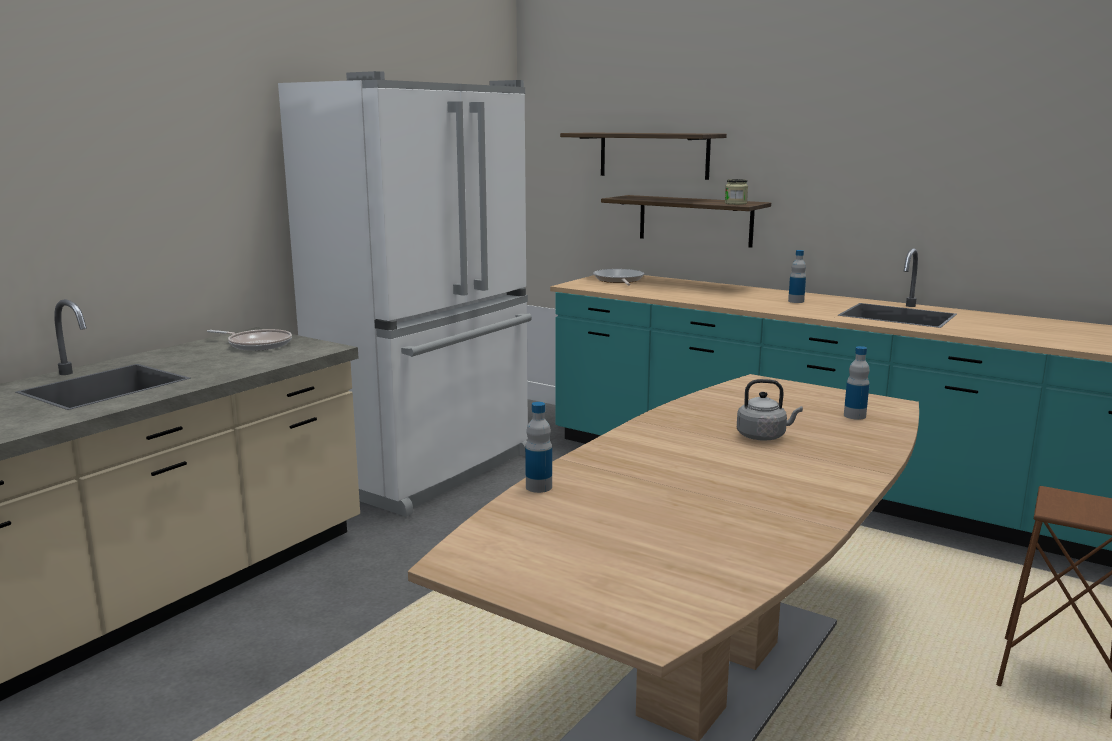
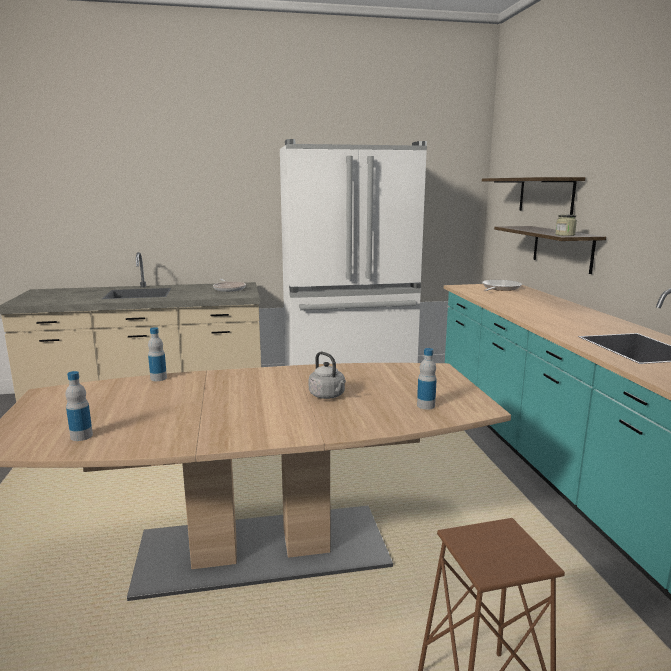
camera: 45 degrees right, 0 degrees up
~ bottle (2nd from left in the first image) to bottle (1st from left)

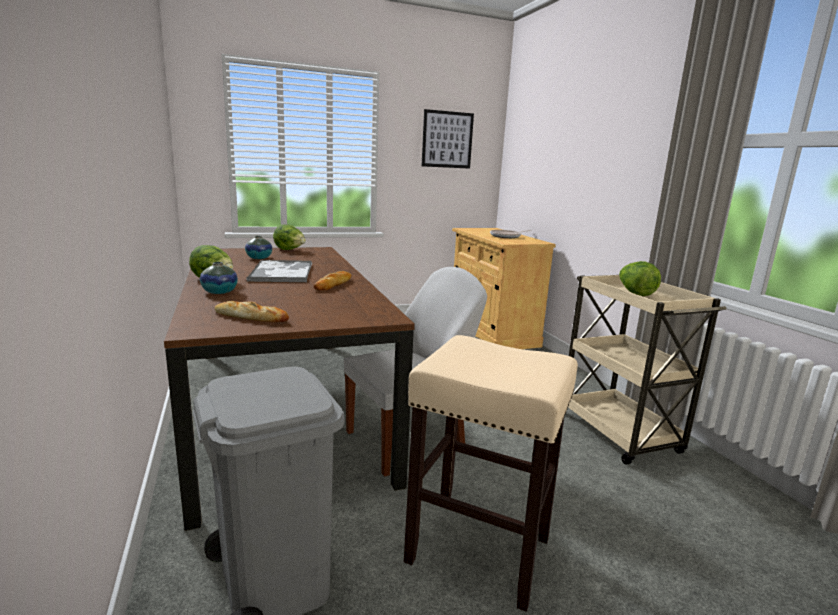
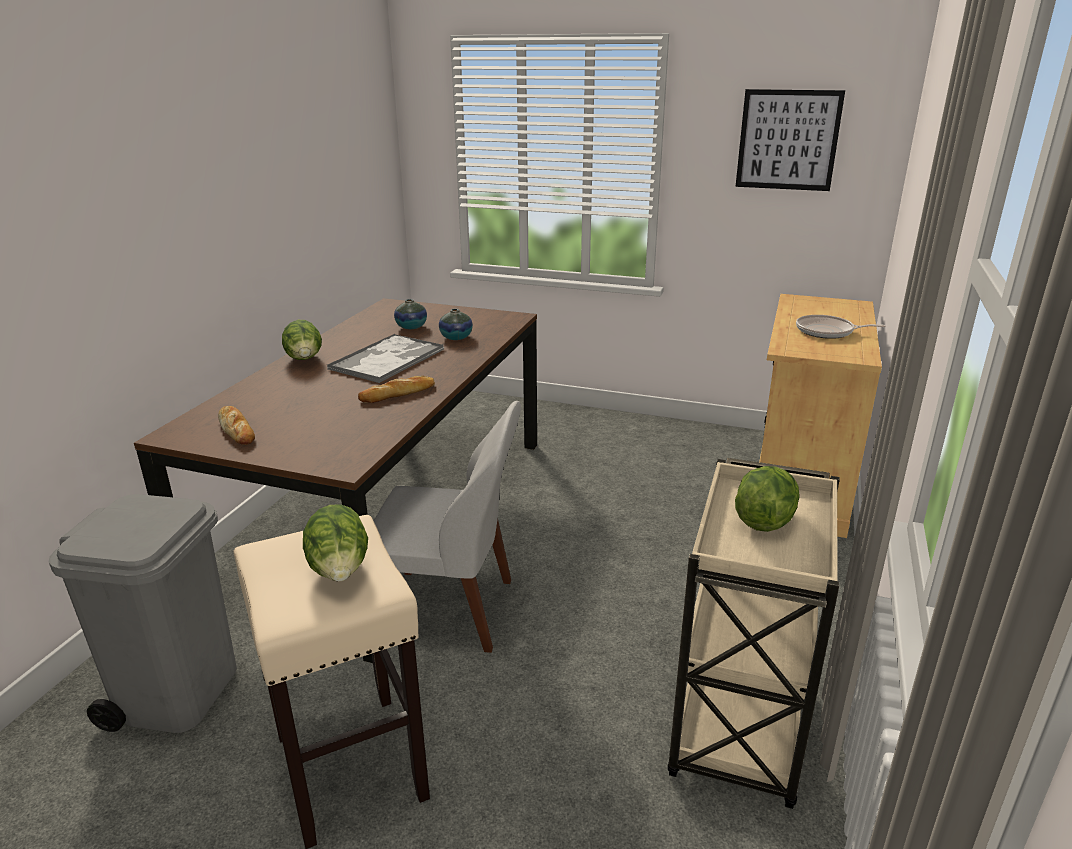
camera: 40 degrees right, 10 degrees up
~ lettuce head (2nd from left)
~ vase (1st from left in the first image) to vase (2nd from left)

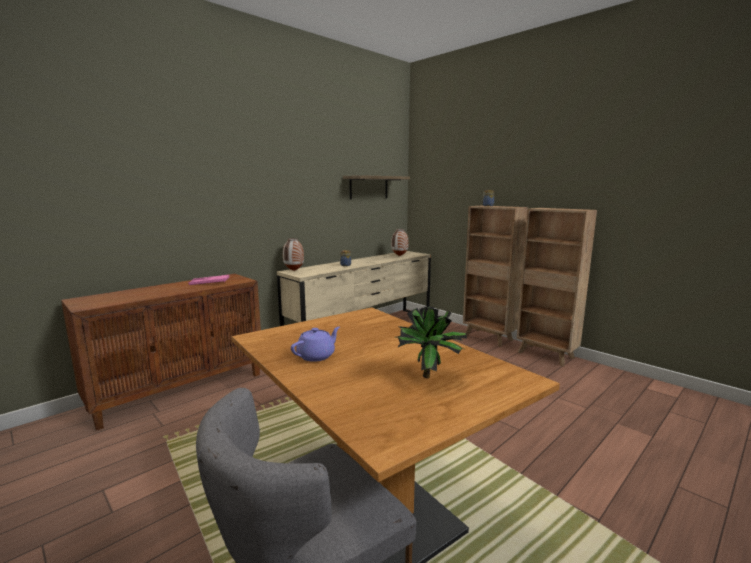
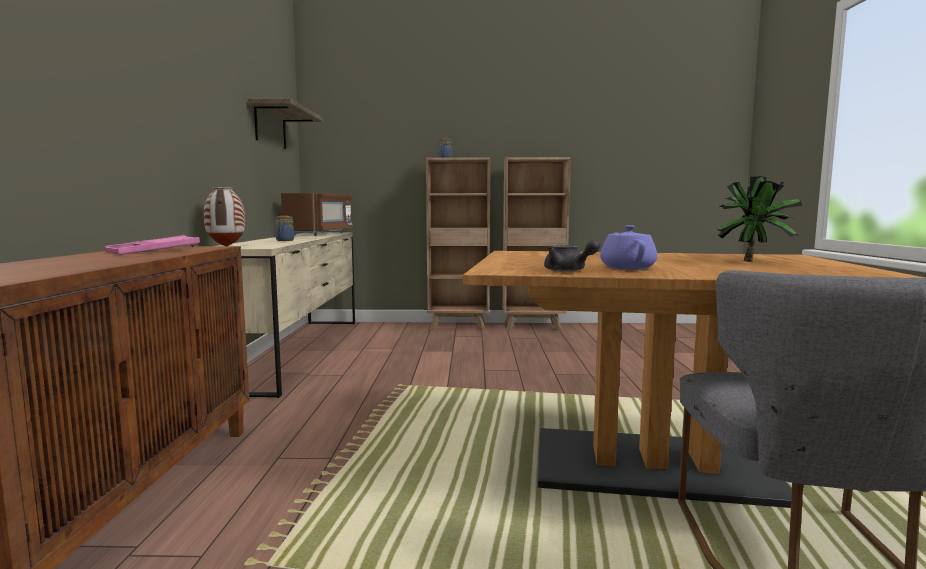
camera: 45 degrees left, 5 degrees down
~ vase (2nd from left) to kitchen microwave in brownish
+ teapot in gray

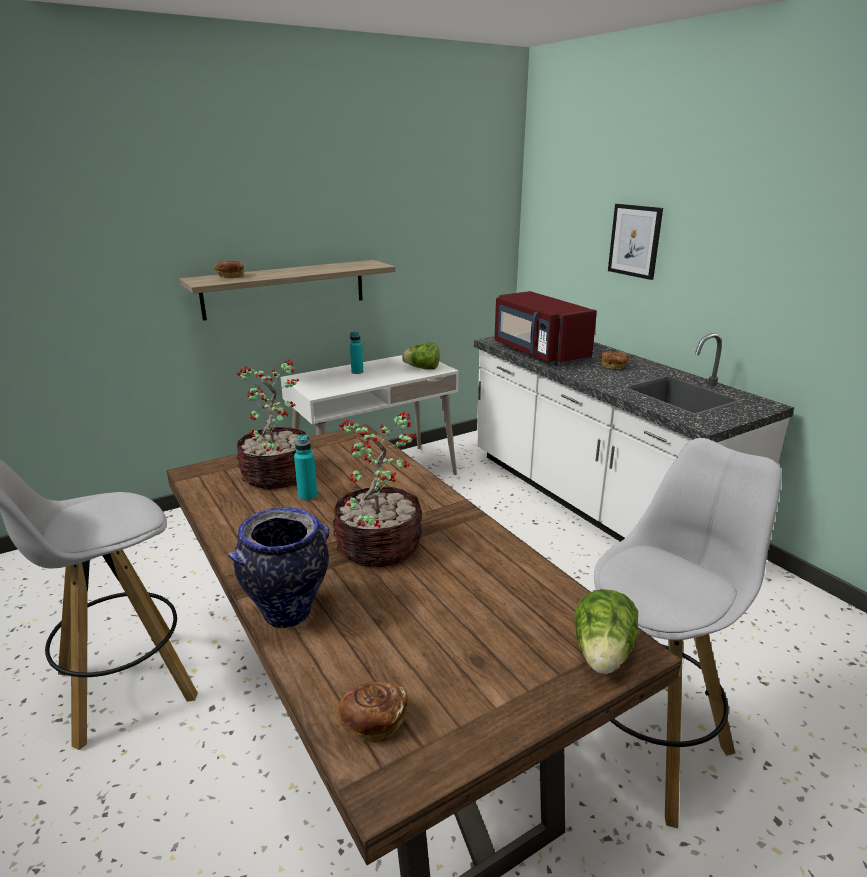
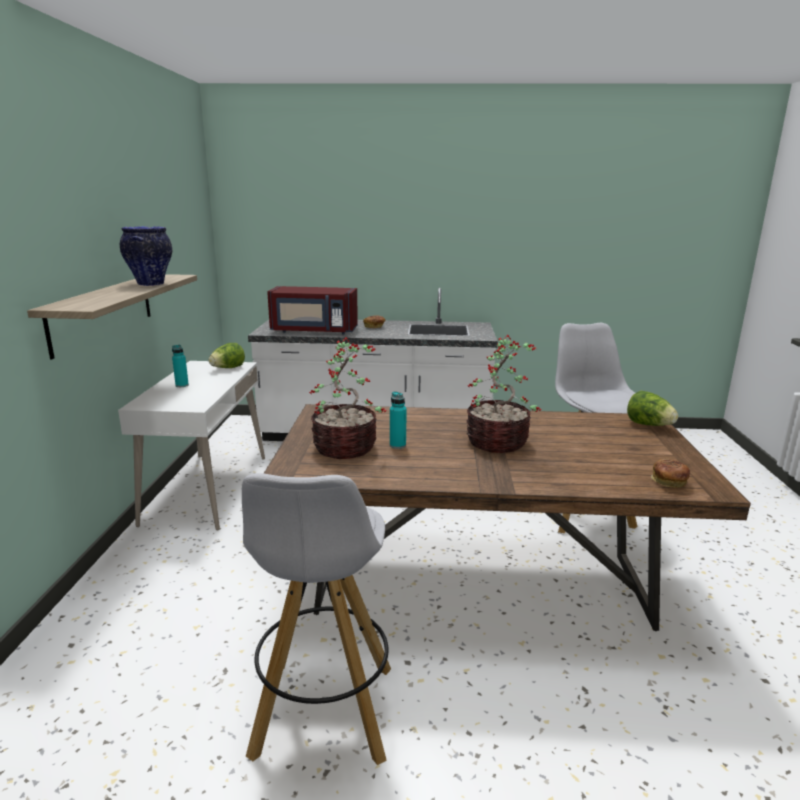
camera: 55 degrees left, 5 degrees down
~ vase
- bread (1st from left)
- picture

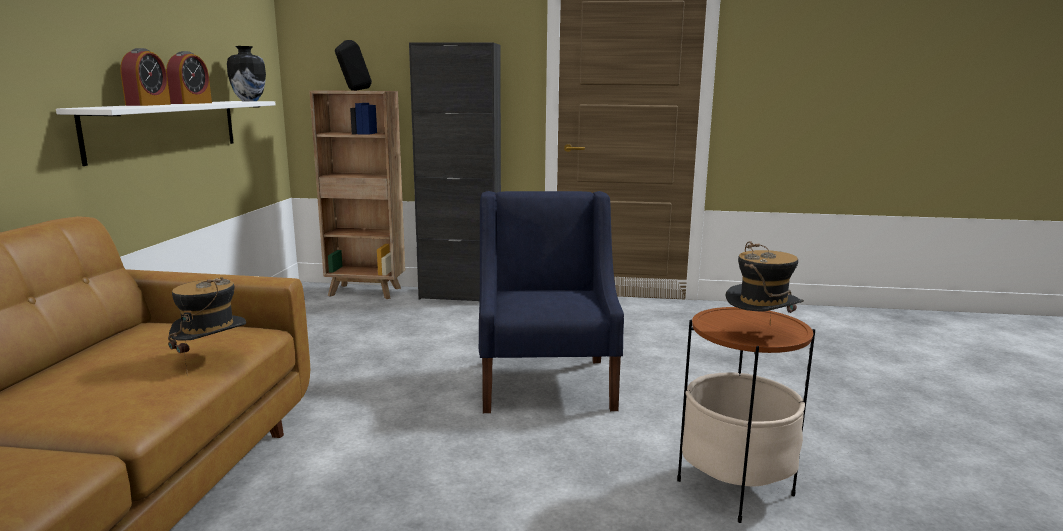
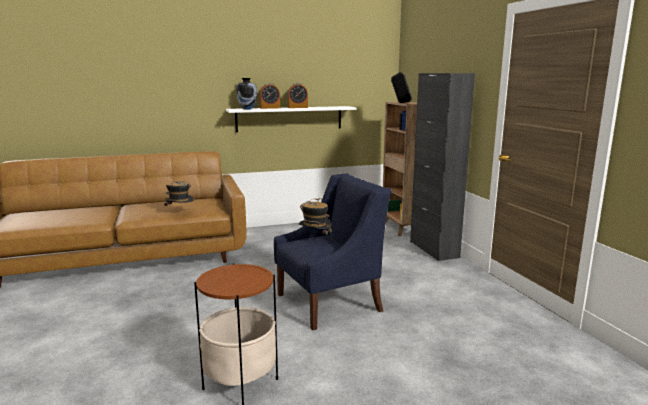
camera: 65 degrees right, 0 degrees up
~ vase
~ clothing hat (2nd from left)

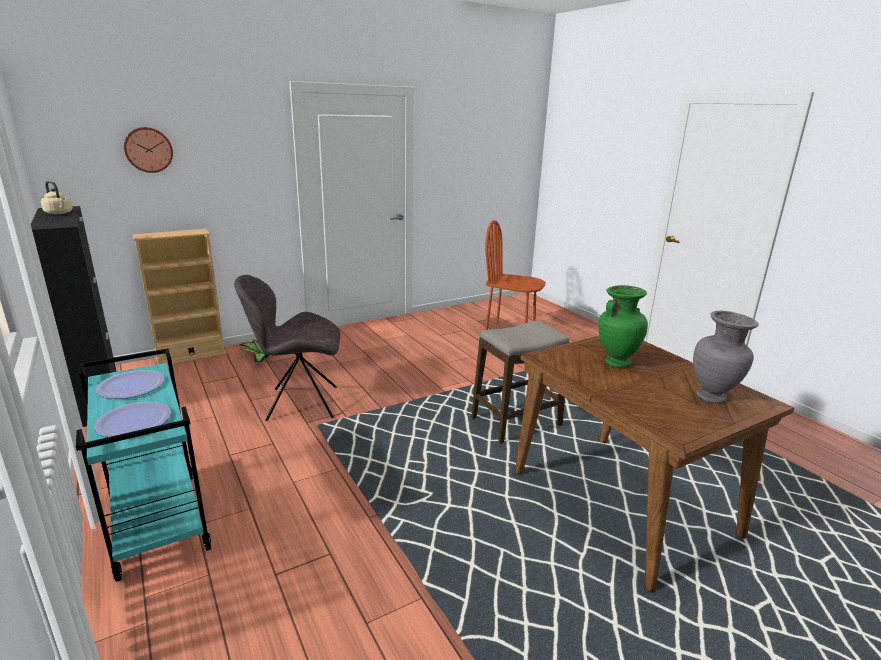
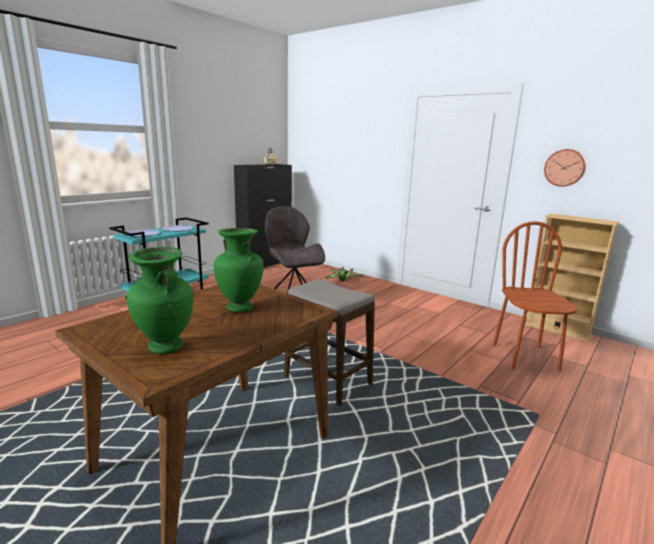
camera: 70 degrees right, 5 degrees down
~ vase in gray to vase in green (1st from left)
~ bookcase in beige-coloured
~ hanging clock

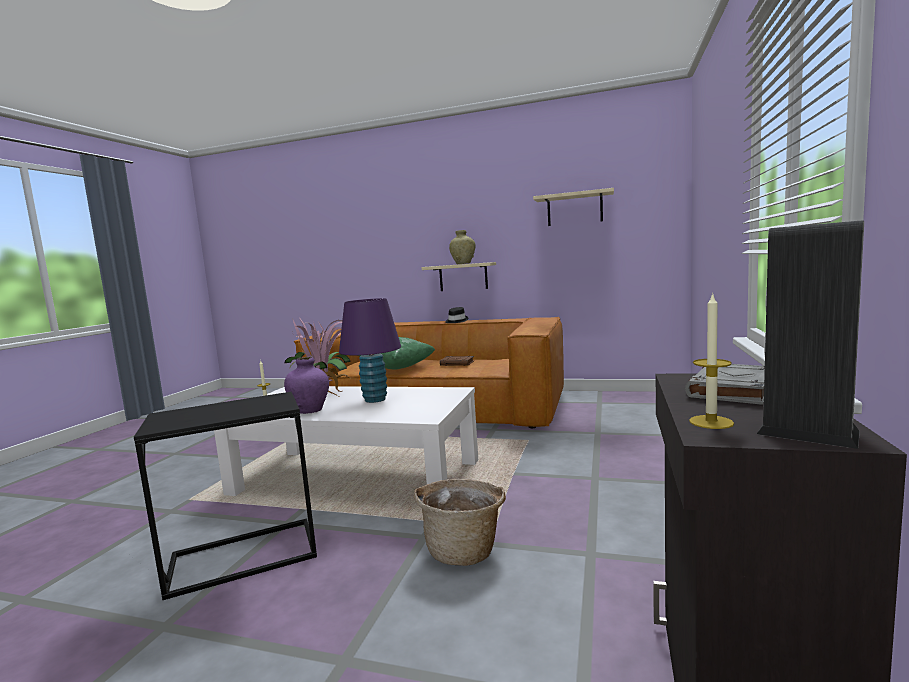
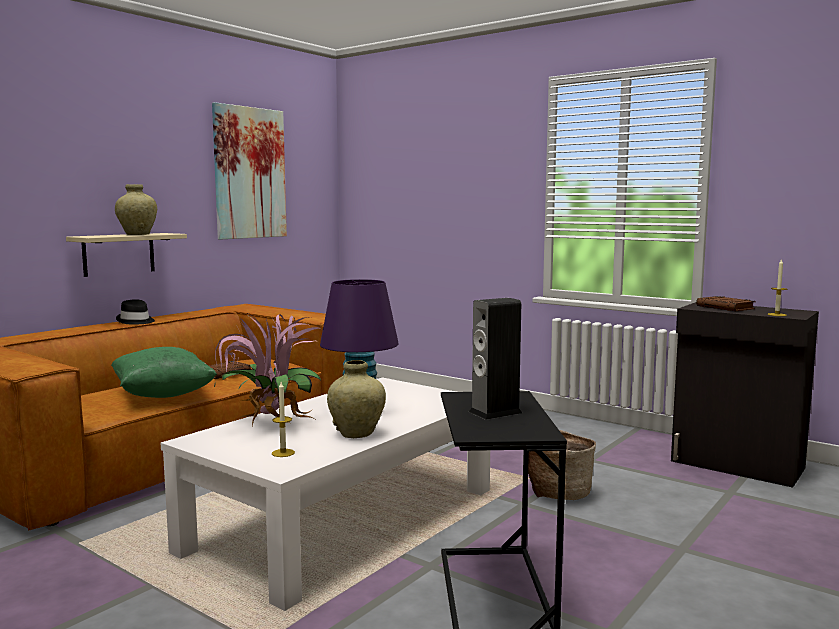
camera: 70 degrees left, 0 degrees up
~ shelf in beige-coloured (2nd from left) to picture
~ vase in purplish to vase in beige-coloured (2nd from left)
~ speaker
~ book in gray to book in brownish (2nd from left)

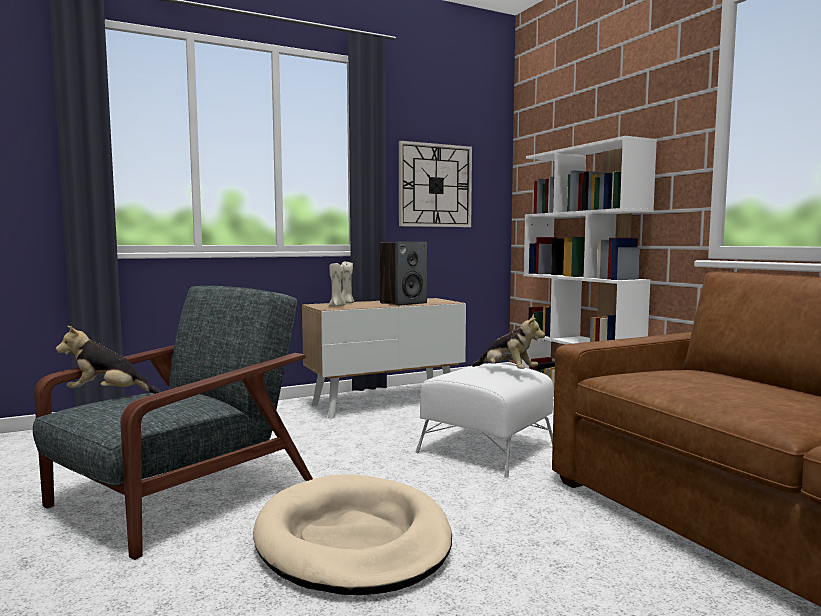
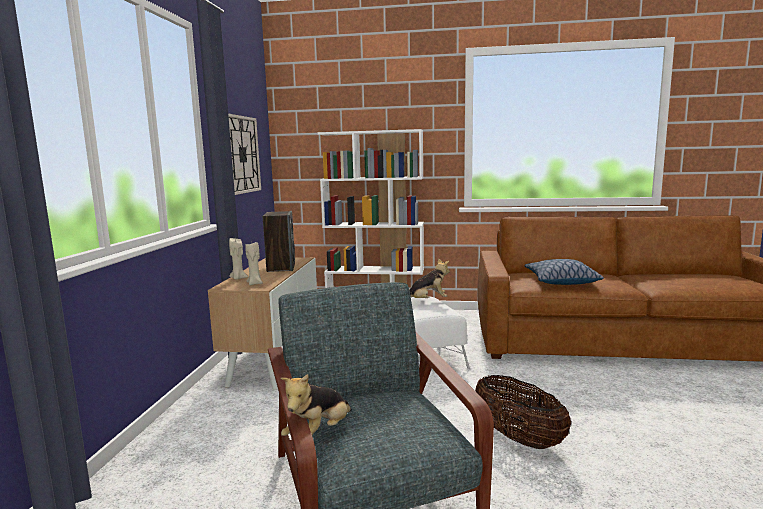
camera: 55 degrees left, 5 degrees up
~ dog bed in beige-coloured to storage basket
+ pillow

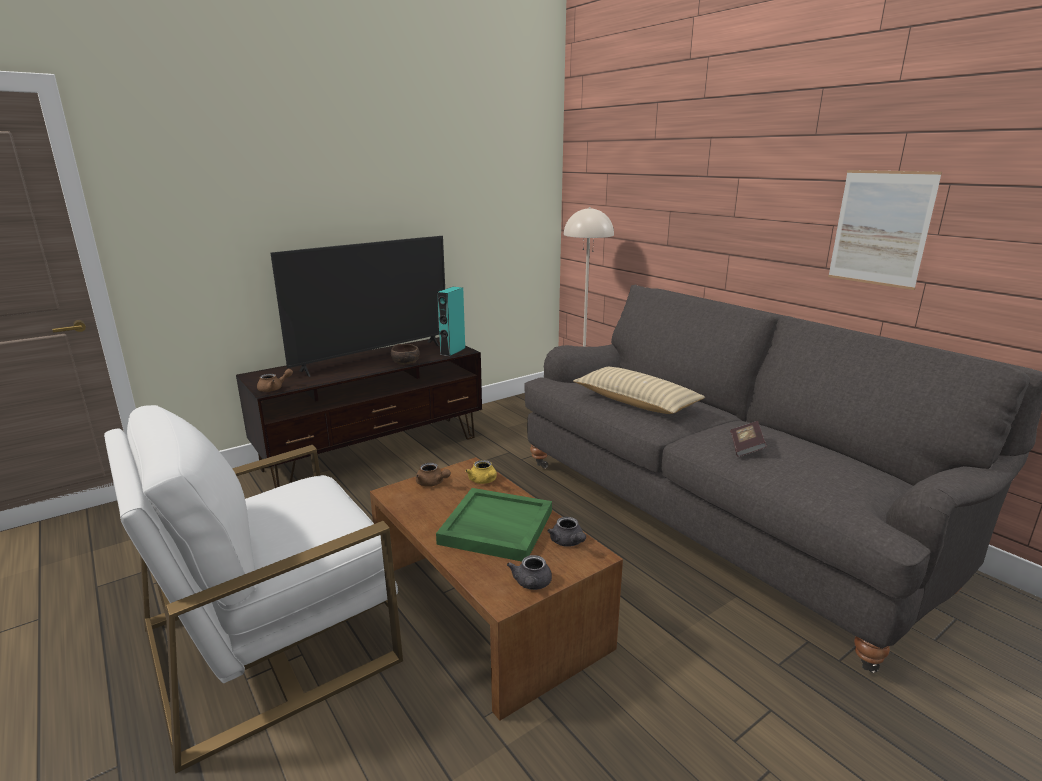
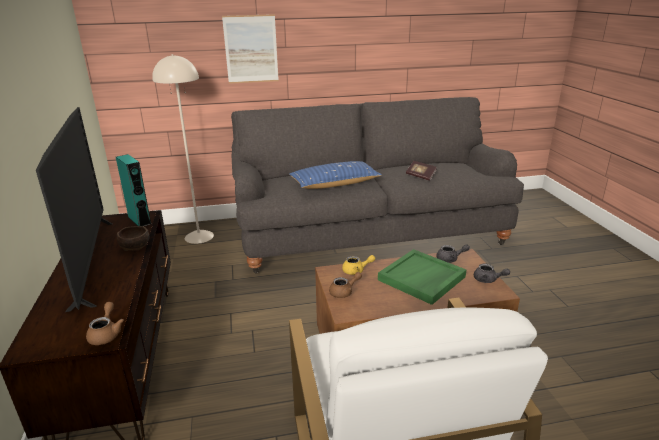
camera: 65 degrees left, 5 degrees up
~ picture
~ pillow in beige-coloured to pillow in blue-coloured

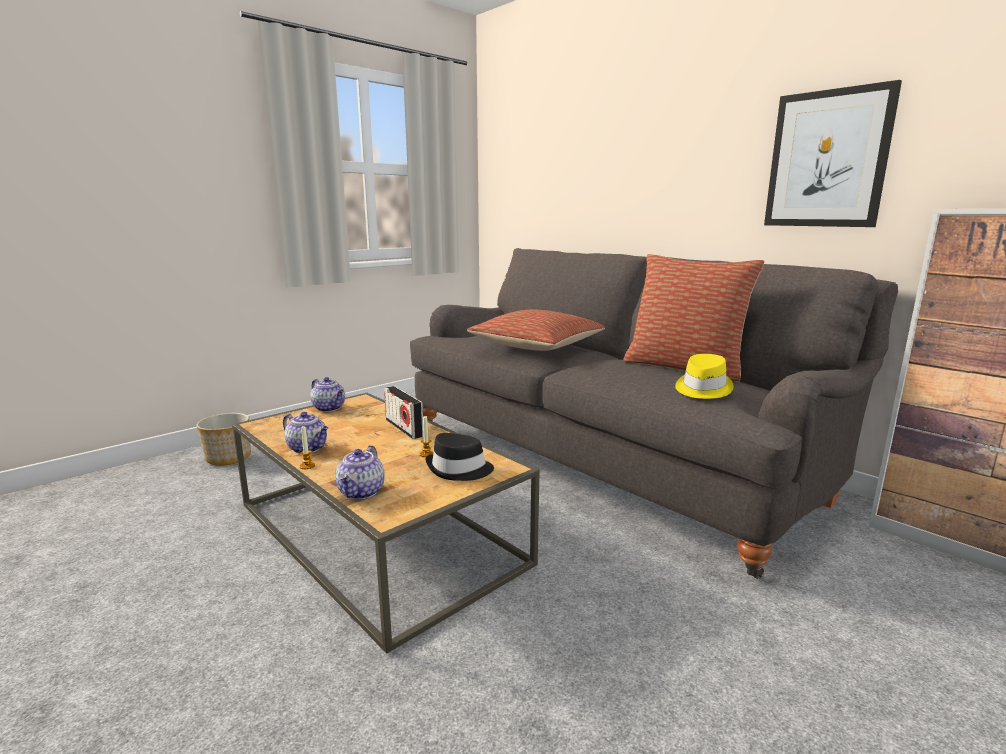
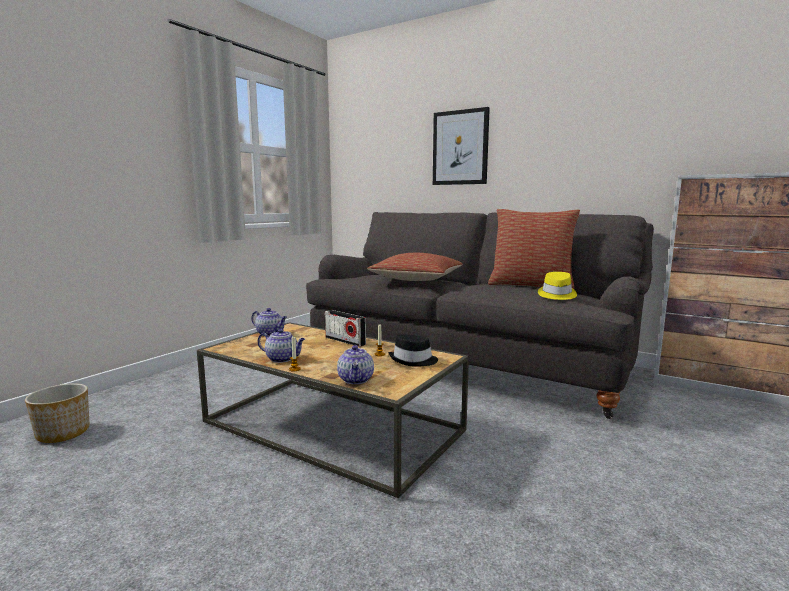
camera: 15 degrees left, 5 degrees down
~ flower pot
~ picture

